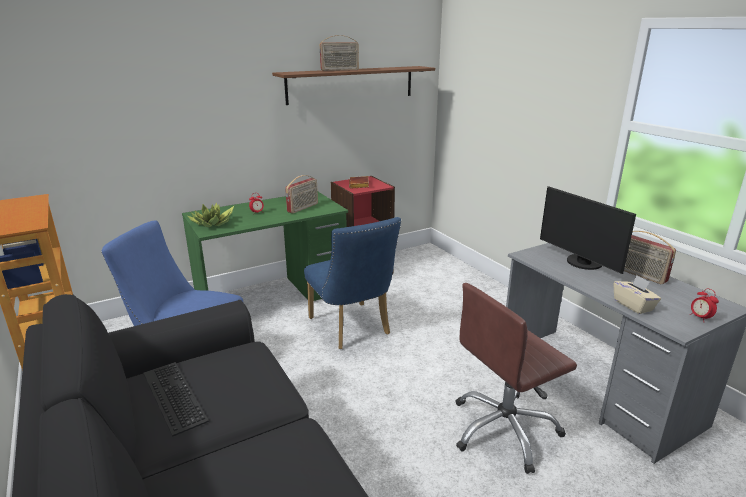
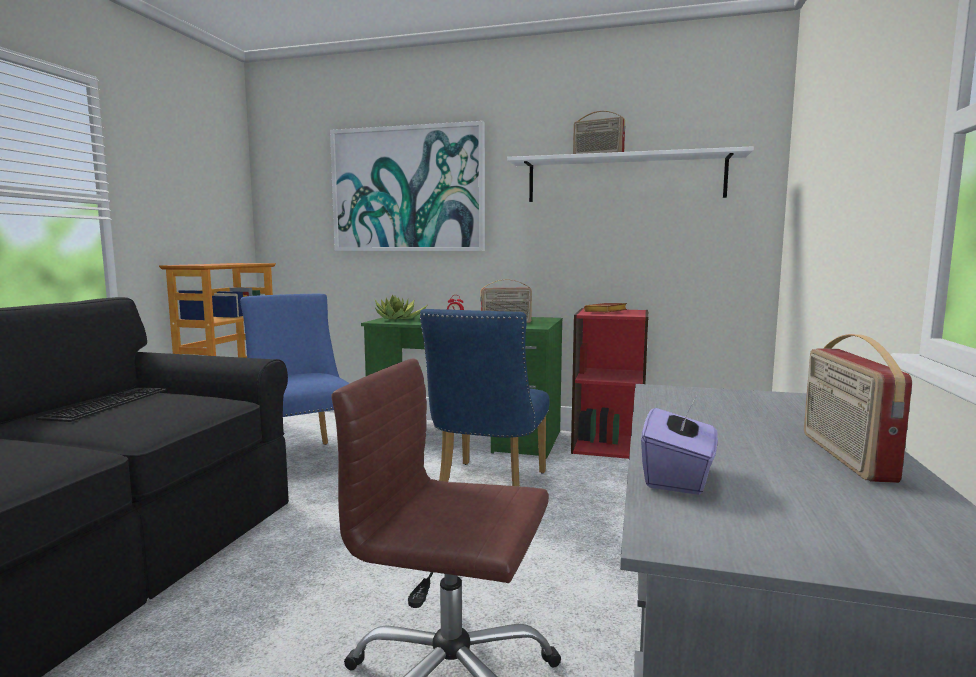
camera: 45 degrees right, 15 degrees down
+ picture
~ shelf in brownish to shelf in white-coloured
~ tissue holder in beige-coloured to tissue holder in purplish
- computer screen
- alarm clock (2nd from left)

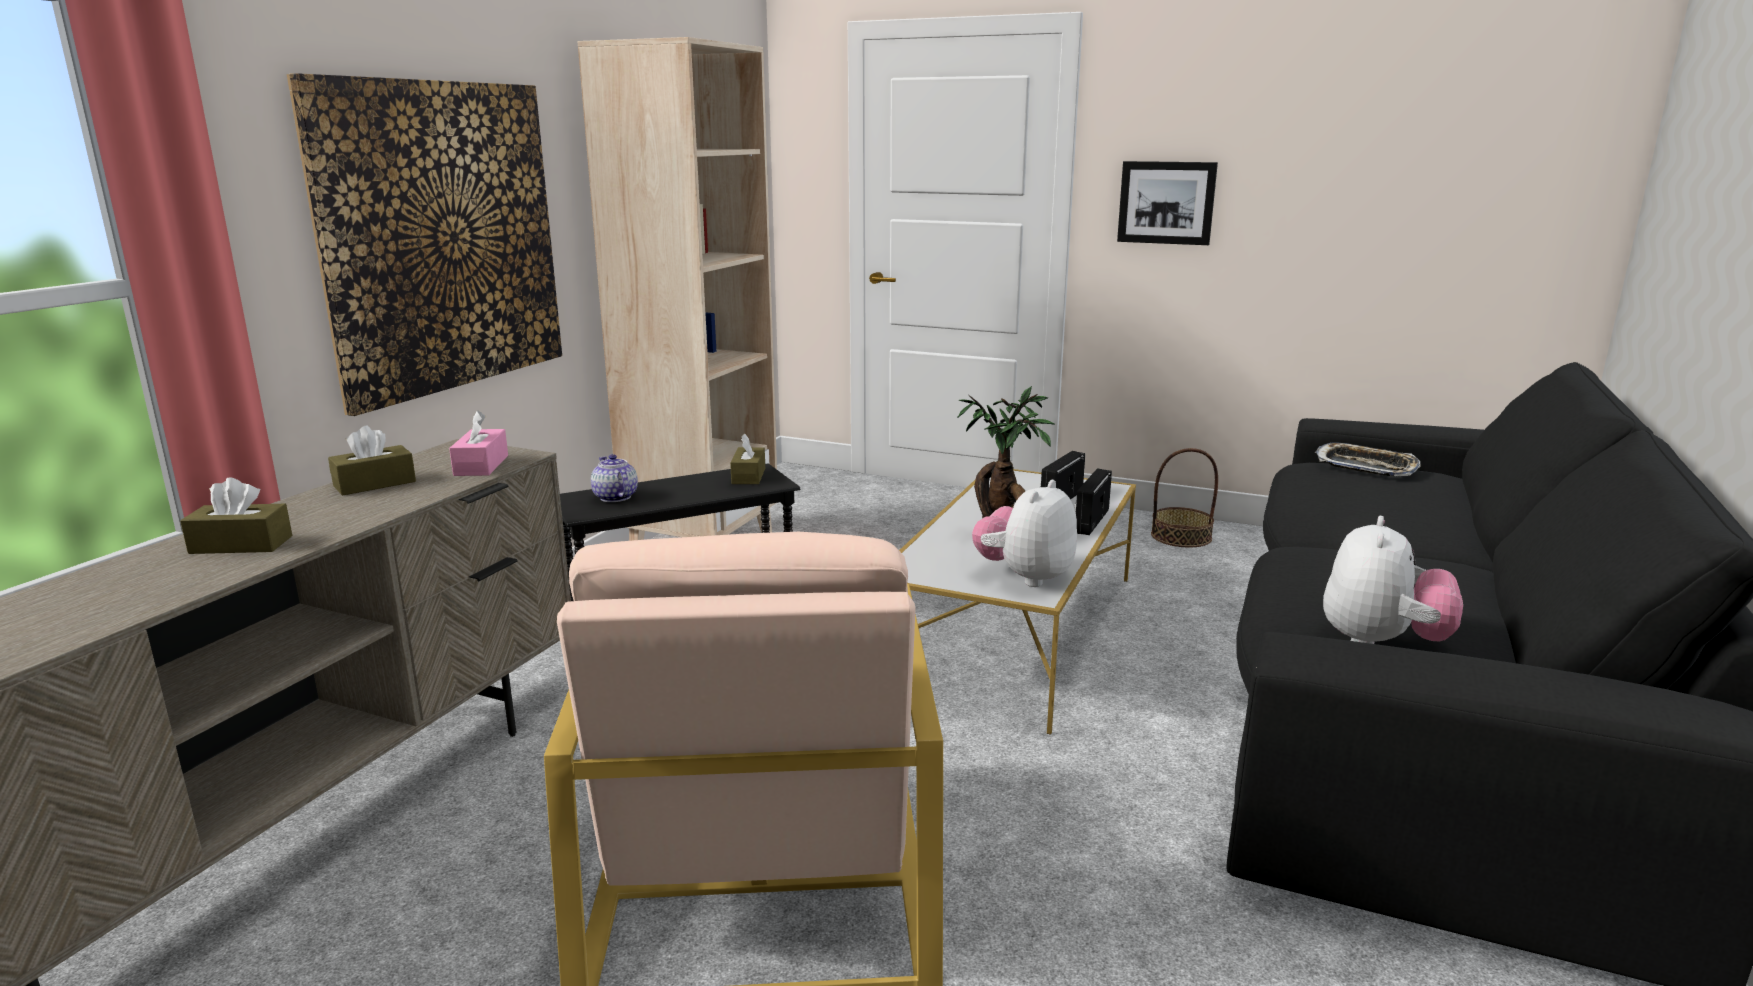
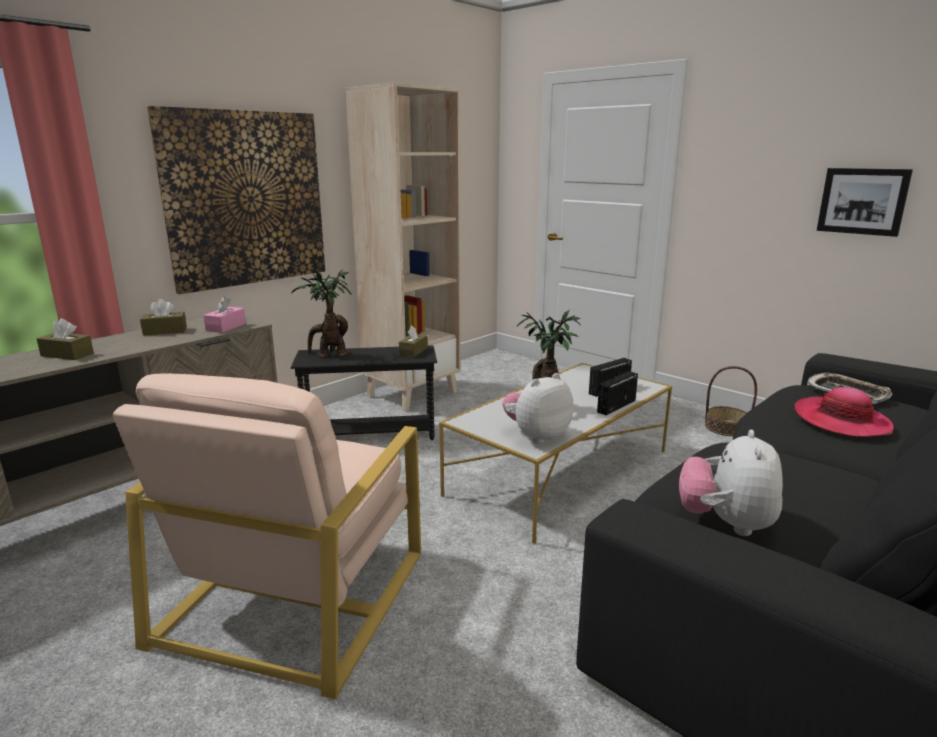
camera: 20 degrees right, 0 degrees up
~ teapot to houseplant (1st from left)
~ cuddly toy (2nd from left) 150 degrees clockwise
+ clothing hat
~ picture (2nd from left)

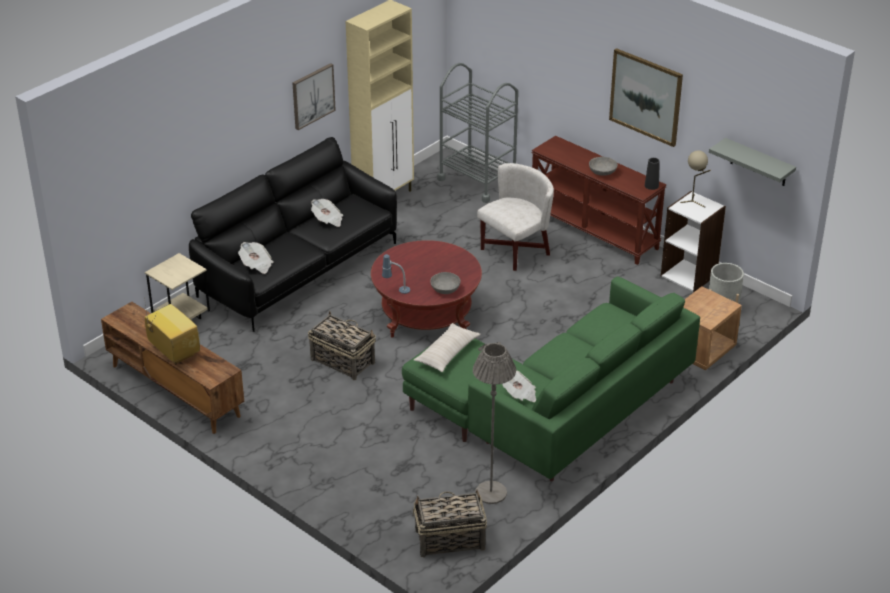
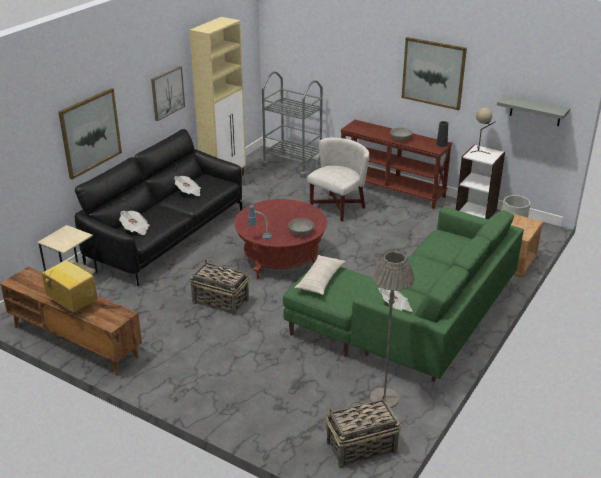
camera: 10 degrees left, 5 degrees down
+ picture (1st from left)

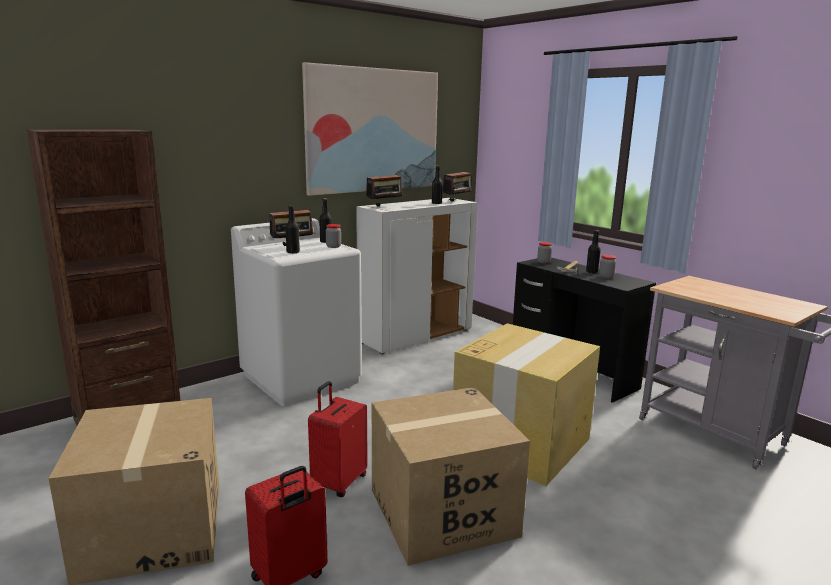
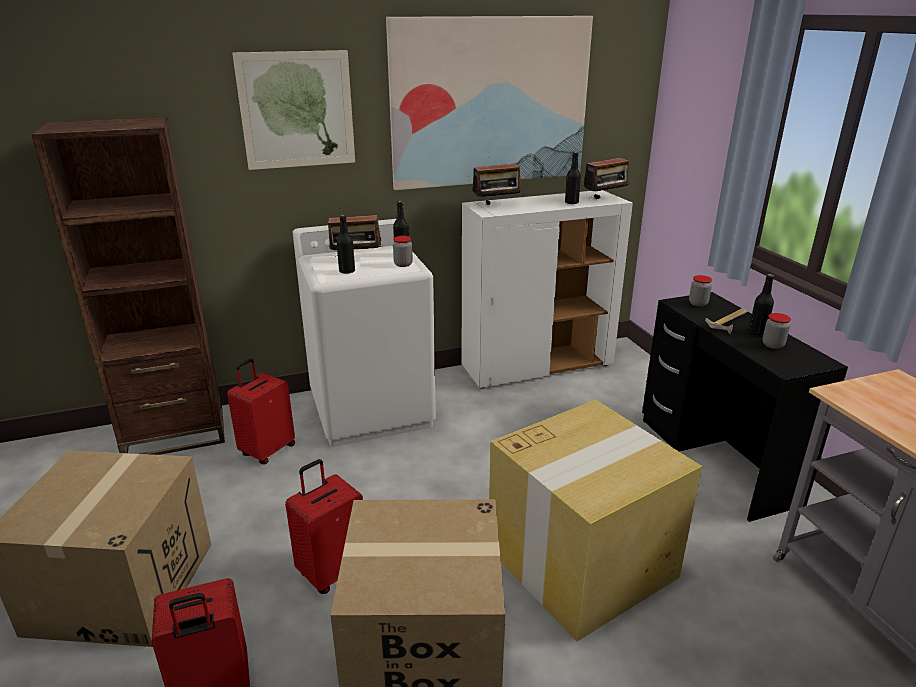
camera: 20 degrees right, 10 degrees up
+ suitcase in red-coloured (2nd from left)
+ picture (1st from left)

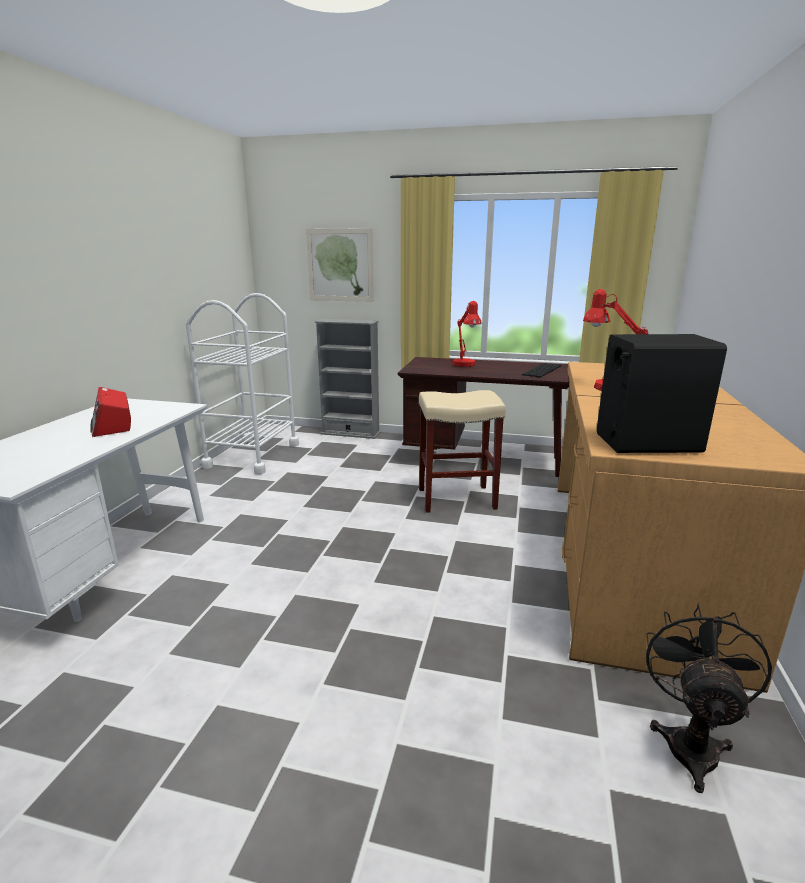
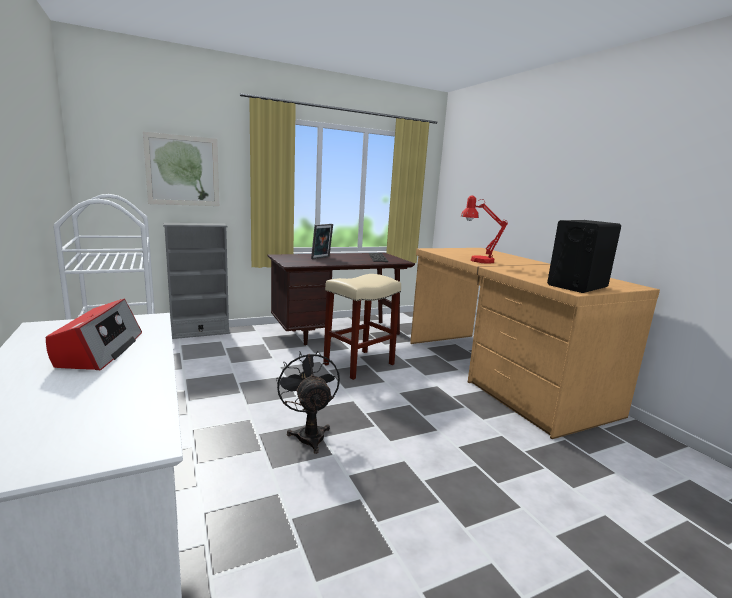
camera: 40 degrees left, 5 degrees down
~ radio set 120 degrees counterclockwise
~ cooling fan in black
~ tabletop lamp in red-coloured (1st from left) to picture frame

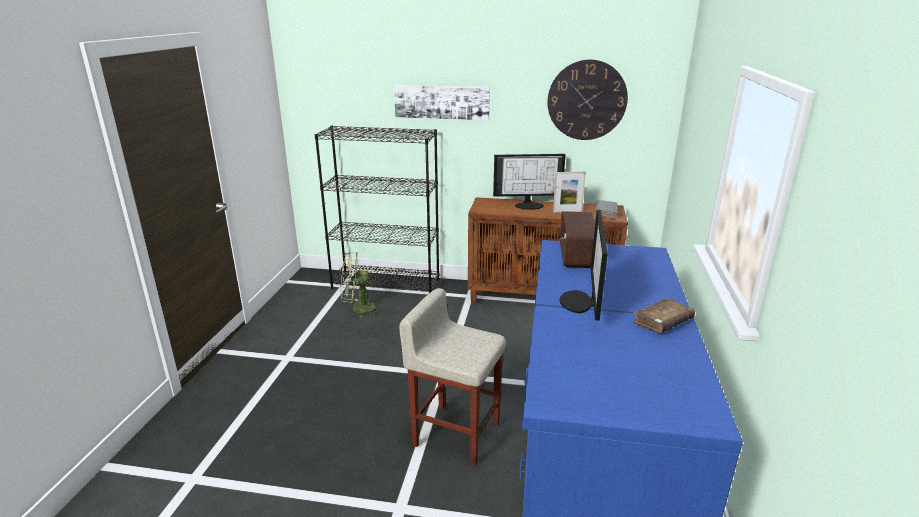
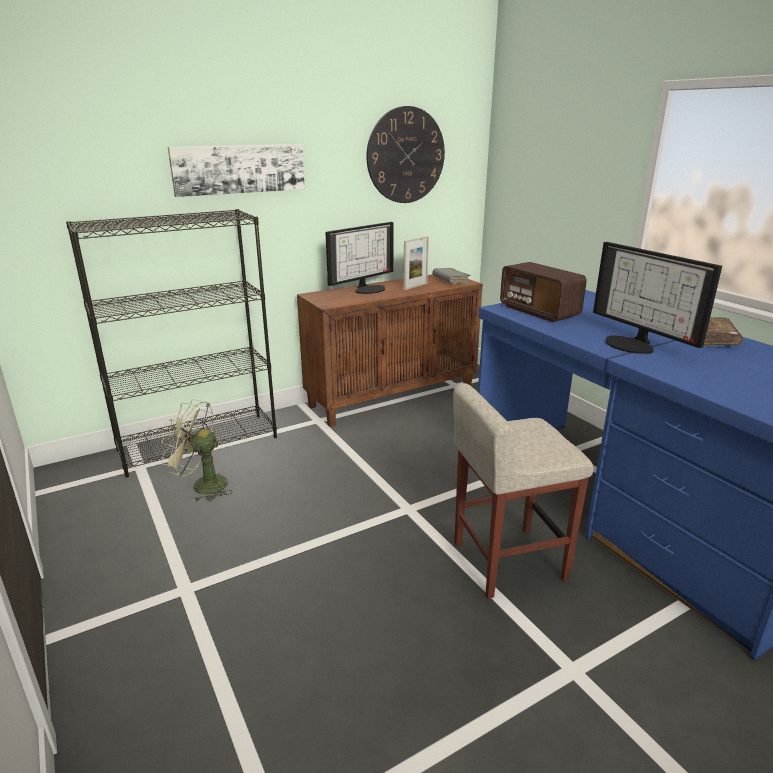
camera: 40 degrees left, 0 degrees up
~ cooling fan in green 60 degrees clockwise

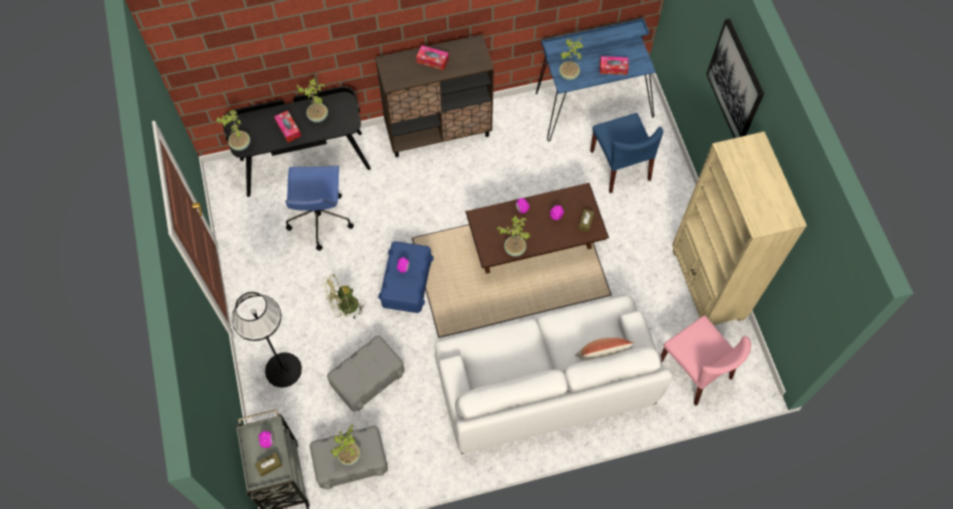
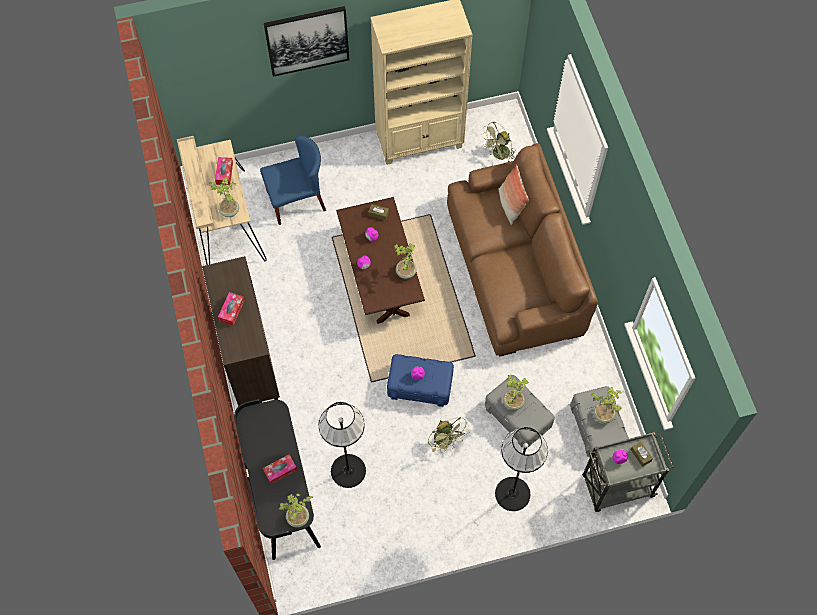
camera: 90 degrees left, 0 degrees up
~ desk table in blue-coloured to desk table in beige-coloured
~ office chair in blue-coloured to standard lamp in black (1st from left)
~ settee in white-coloured to settee in brownish
~ chair in pink-coloured to cooling fan in green (2nd from left)
~ houseplant (2nd from left in the first image) to houseplant (4th from left)

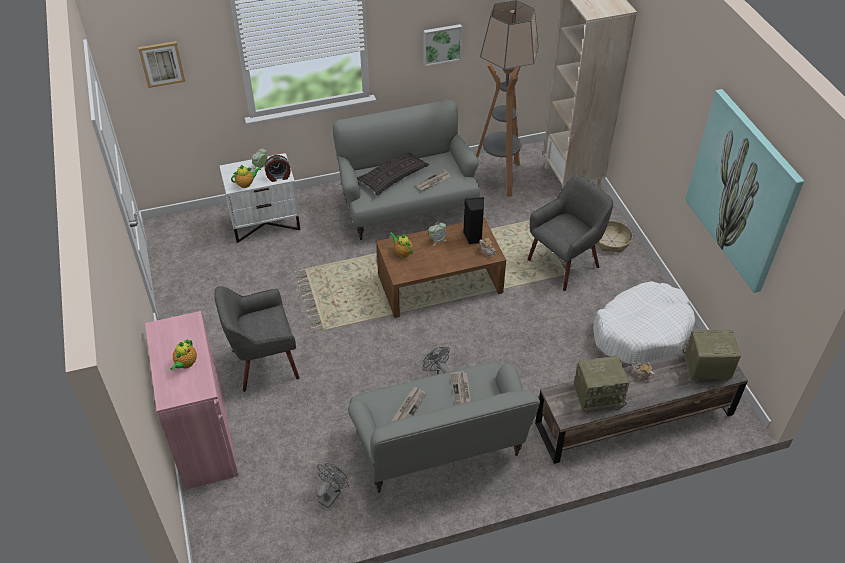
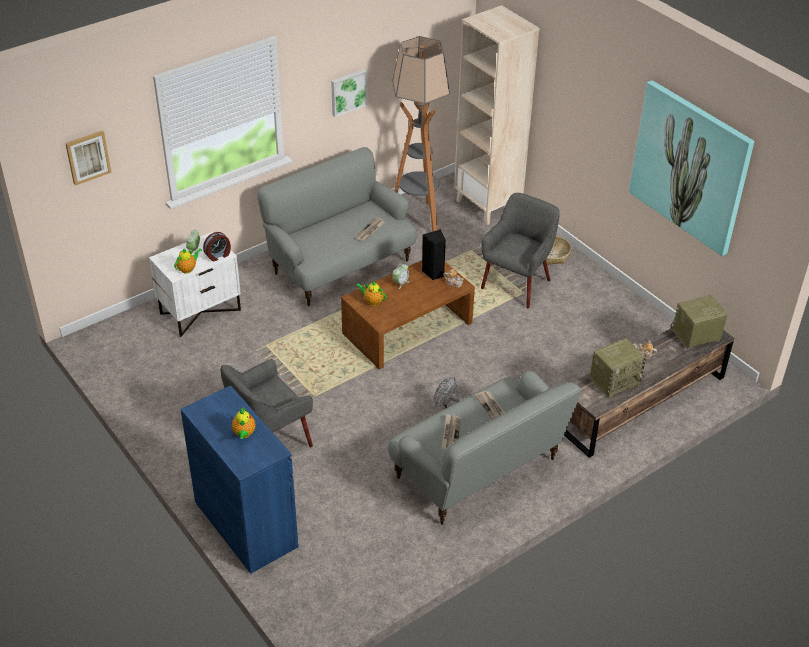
camera: 20 degrees left, 5 degrees down
~ cupboard in pink-coloured to cupboard in blue-coloured
- cooling fan in gray (1st from left)
- pillow
- dog bed in white-coloured

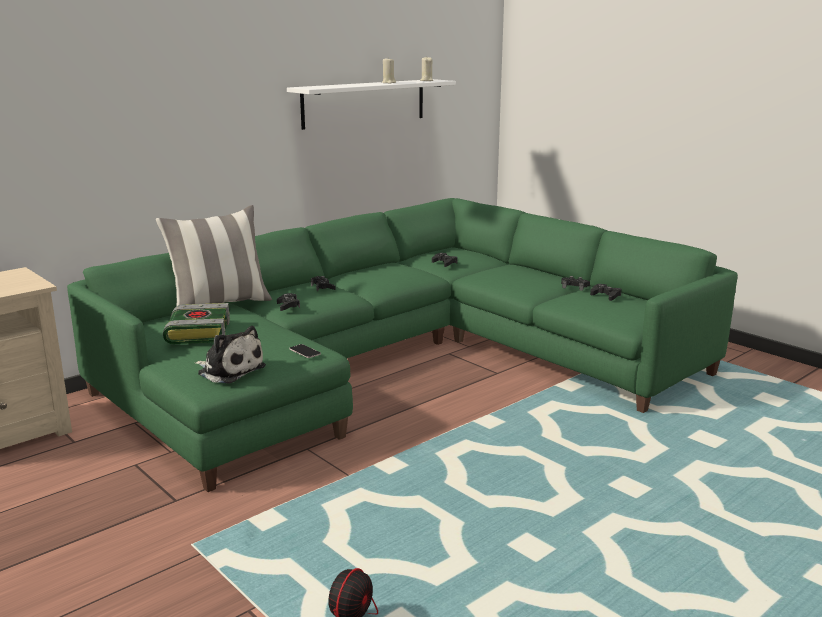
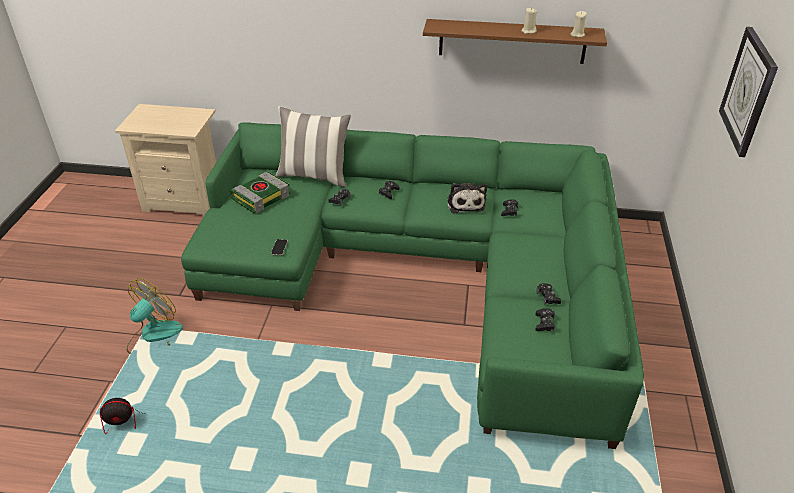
camera: 50 degrees right, 20 degrees up
+ cooling fan (2nd from left)
~ shelf in white-coloured to shelf in brownish
~ cuddly toy
+ hanging clock

